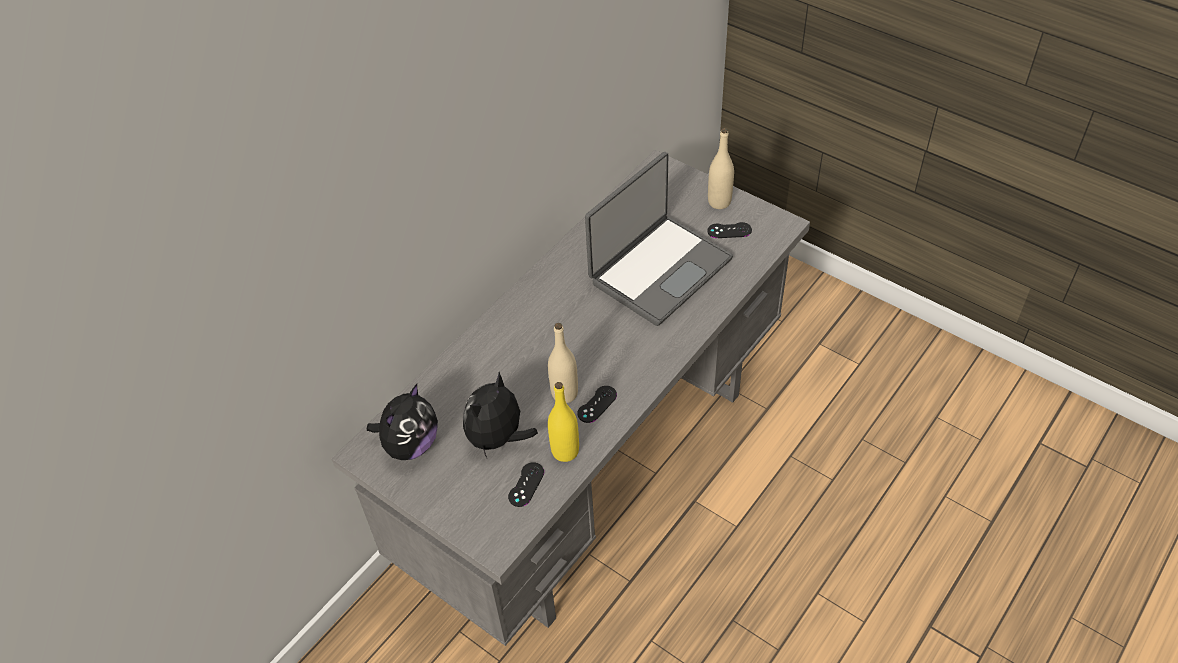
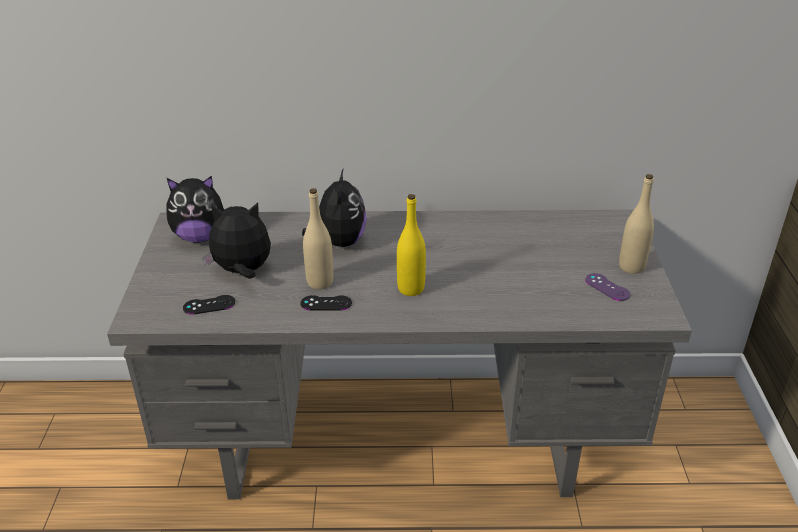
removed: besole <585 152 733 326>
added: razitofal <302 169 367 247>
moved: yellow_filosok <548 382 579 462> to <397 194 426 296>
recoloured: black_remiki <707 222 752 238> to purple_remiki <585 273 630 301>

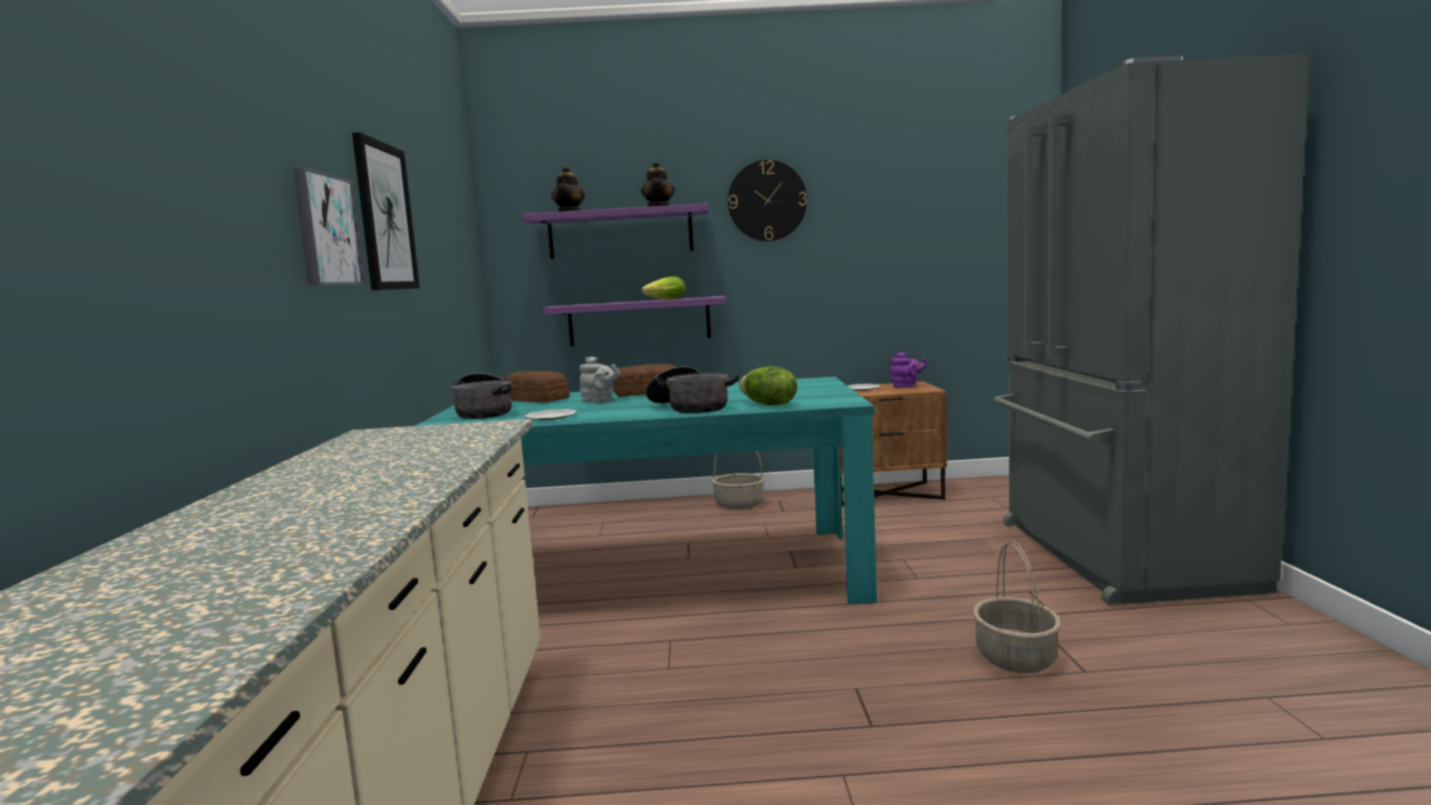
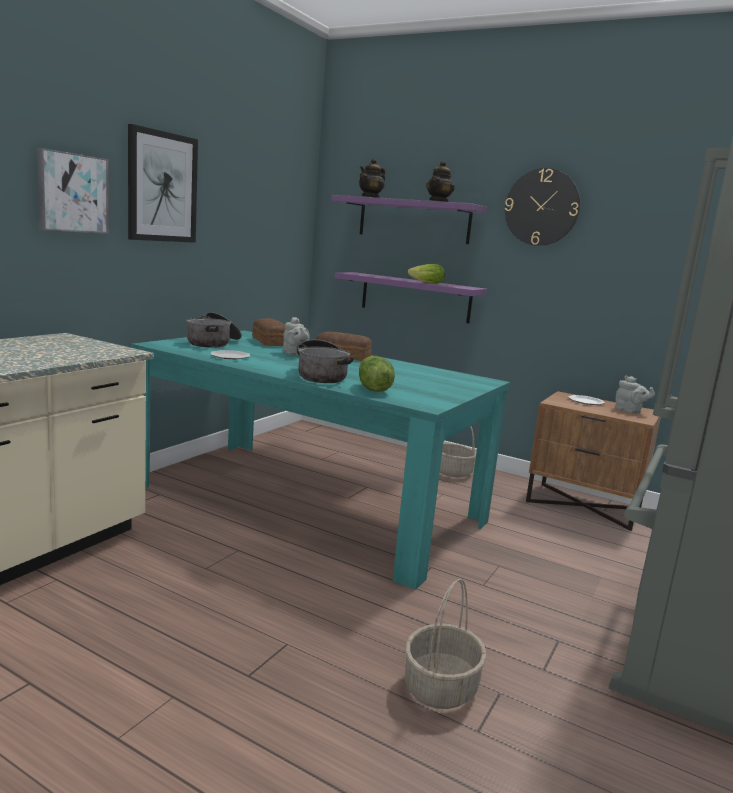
recoloured: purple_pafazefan <889 352 928 387> to grey_pafazefan <615 376 655 413>

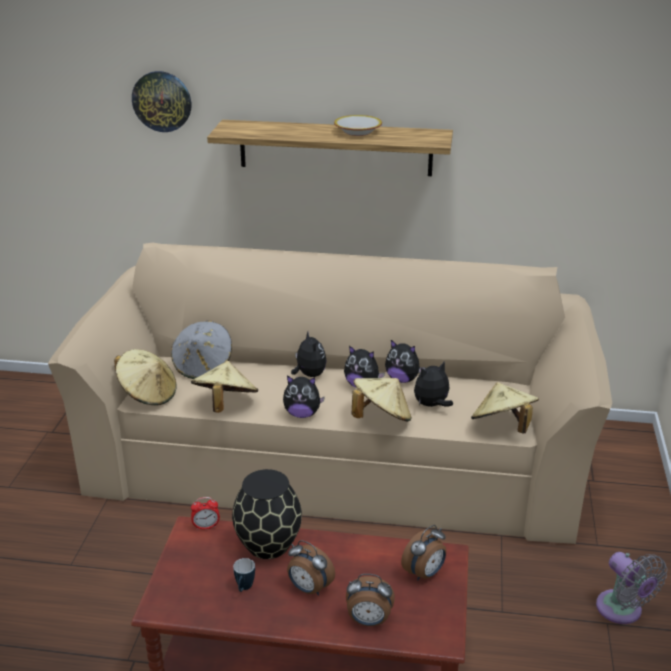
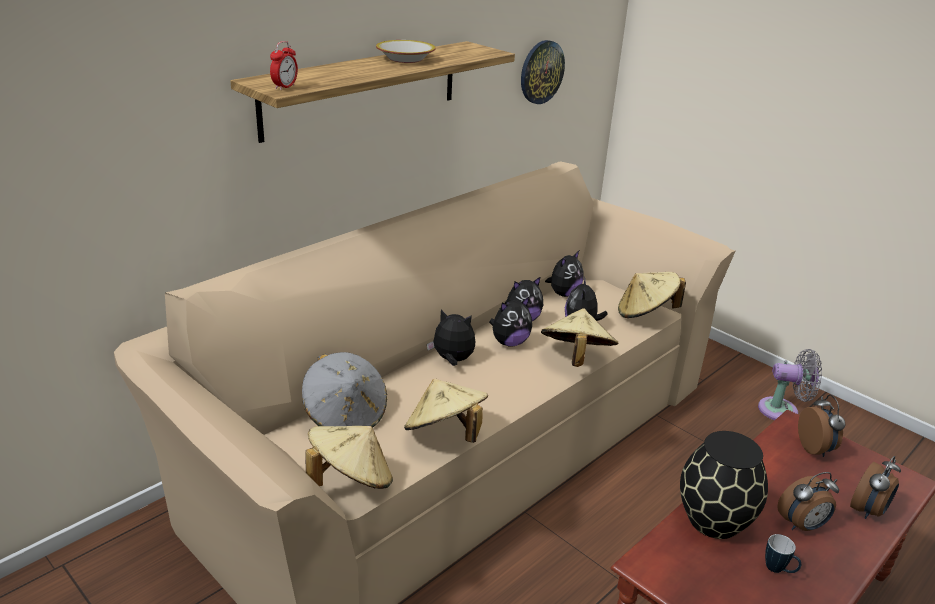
moved: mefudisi <132 71 191 132> to <521 40 565 104>; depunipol <191 497 220 530> to <270 41 298 90>; razitofal <283 376 325 418> to <545 251 584 297>

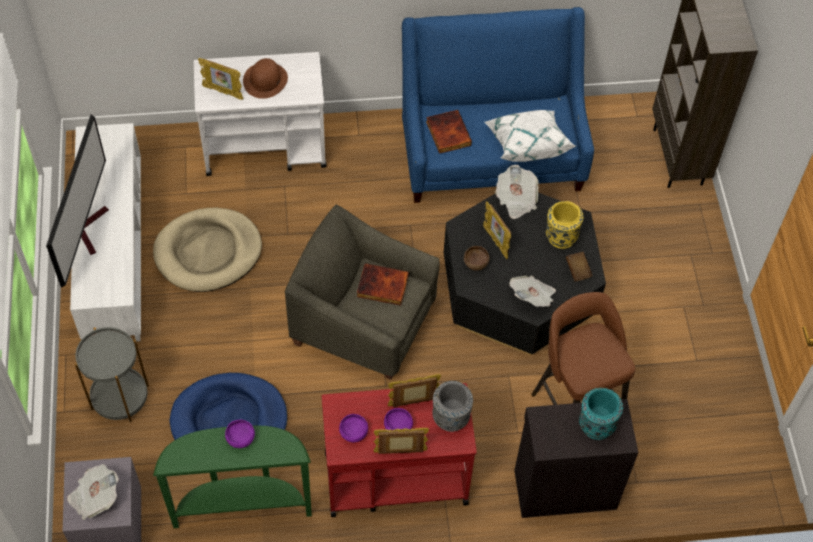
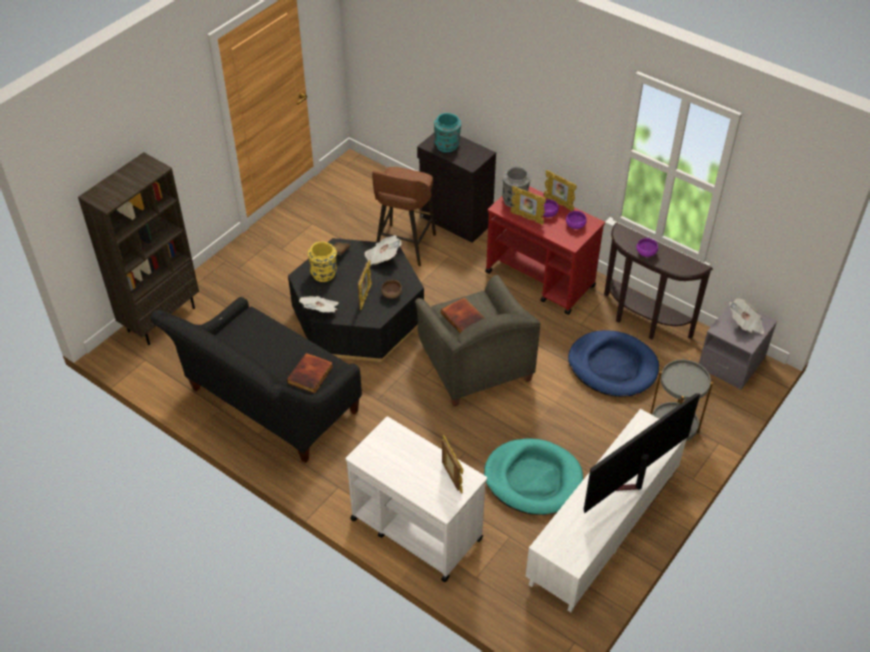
removed: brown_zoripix <243 58 288 99>; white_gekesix <484 110 576 162>
recoloured: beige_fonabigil <153 208 262 292> to turquoise_fonabigil <484 438 583 515>; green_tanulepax <153 425 312 528> to brown_tanulepax <604 223 713 340>; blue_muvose <402 7 594 203> to black_muvose <150 297 362 463>

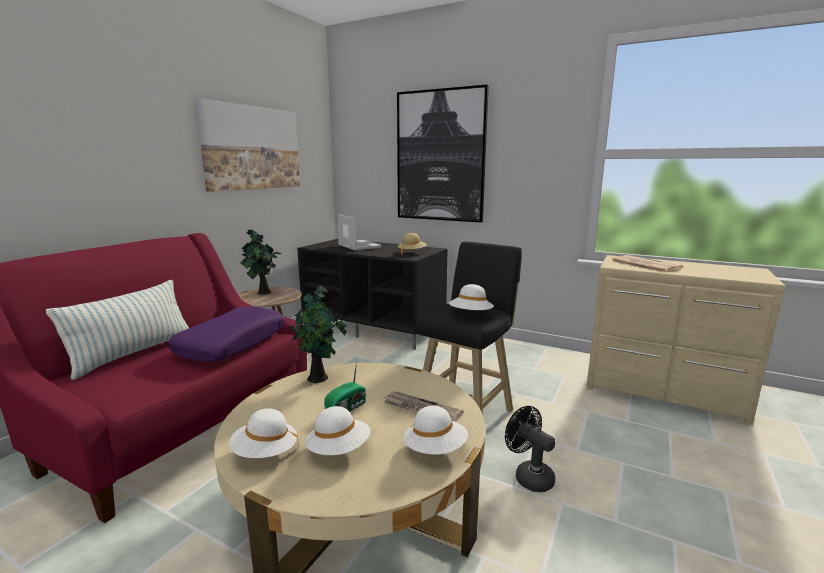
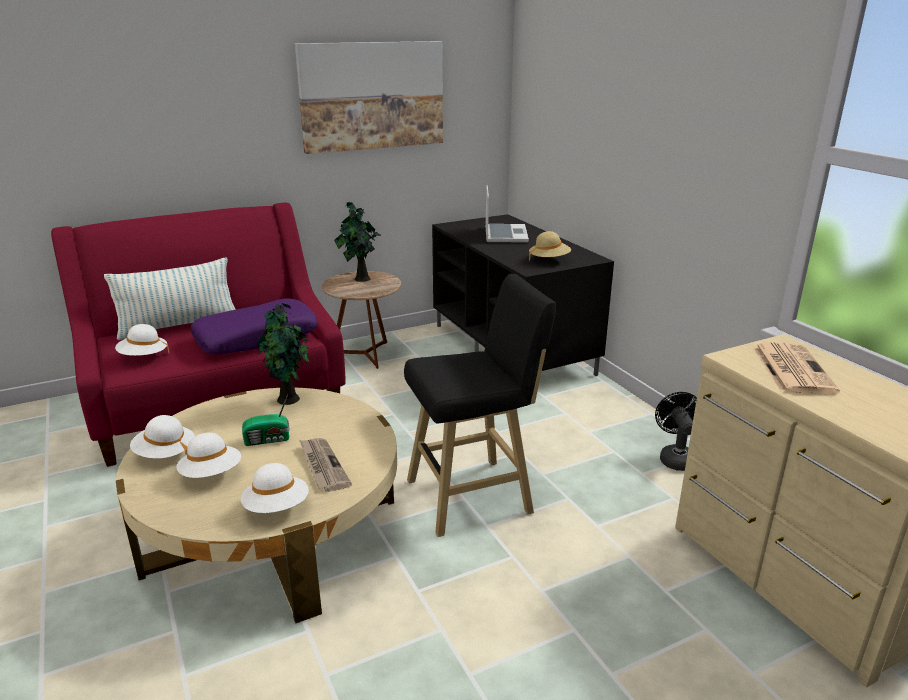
removed: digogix <397 85 489 222>
moved: white_zoripix <449 284 494 310> to <115 324 170 356>; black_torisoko <505 406 555 492> to <655 392 697 471>

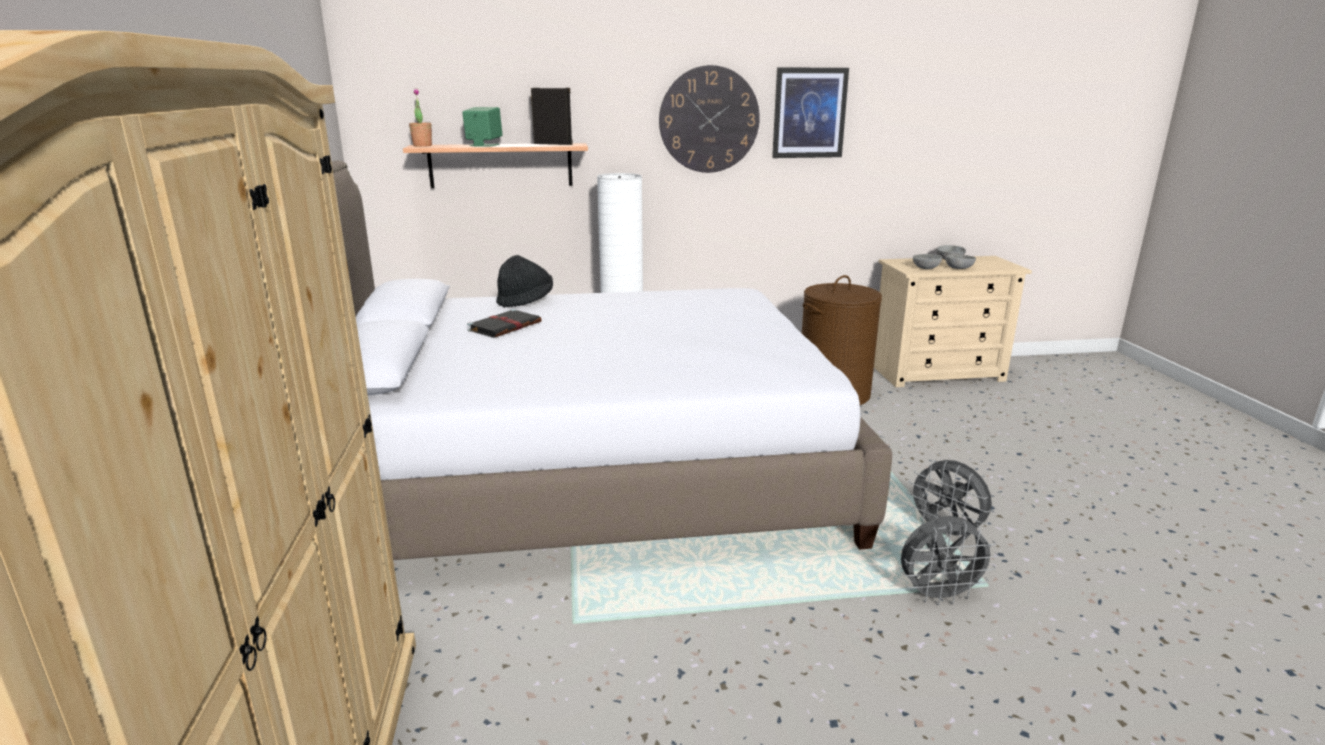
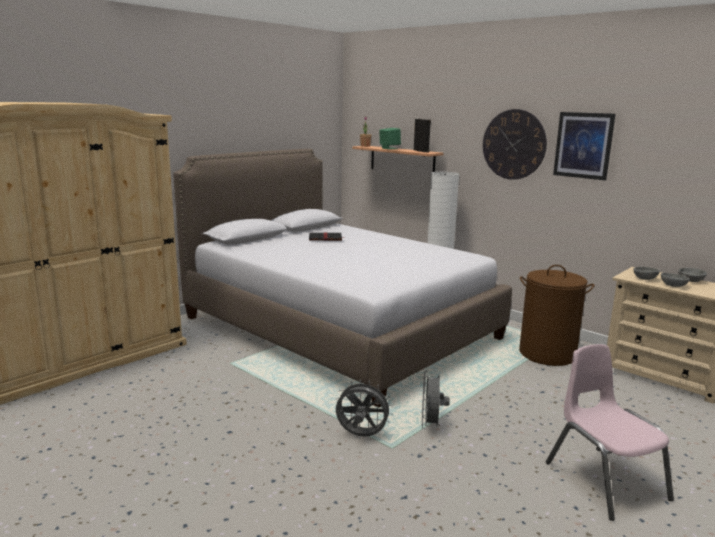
removed: black_zoripix <496 255 553 308>
added: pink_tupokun <546 344 674 521>
turned: grey_torisoko <901 516 998 605> = <335 379 393 437> 150 degrees clockwise

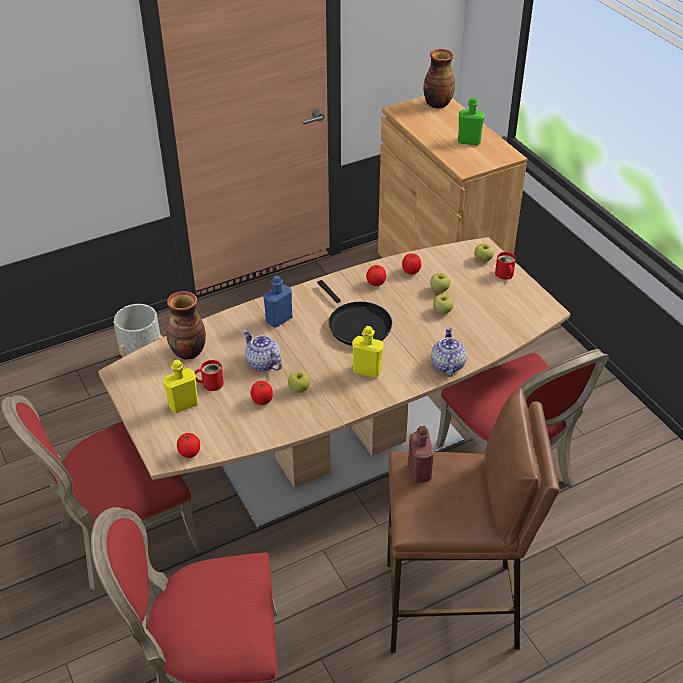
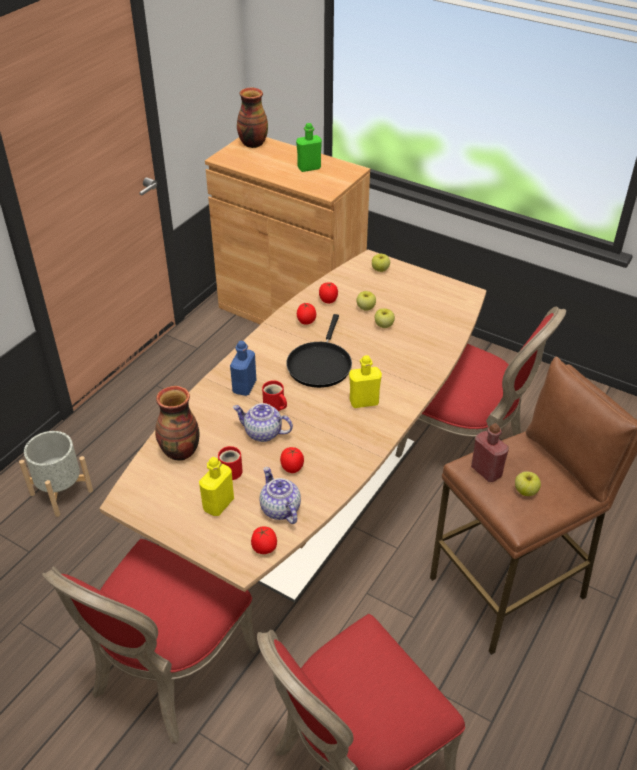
moved: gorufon <288 371 310 393> to <515 471 541 496>; pafazefan <431 327 467 377> to <260 467 301 524>; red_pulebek <495 252 516 280> to <262 380 287 411>
turned: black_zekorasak <317 280 392 346> = <286 314 352 388> 75 degrees clockwise

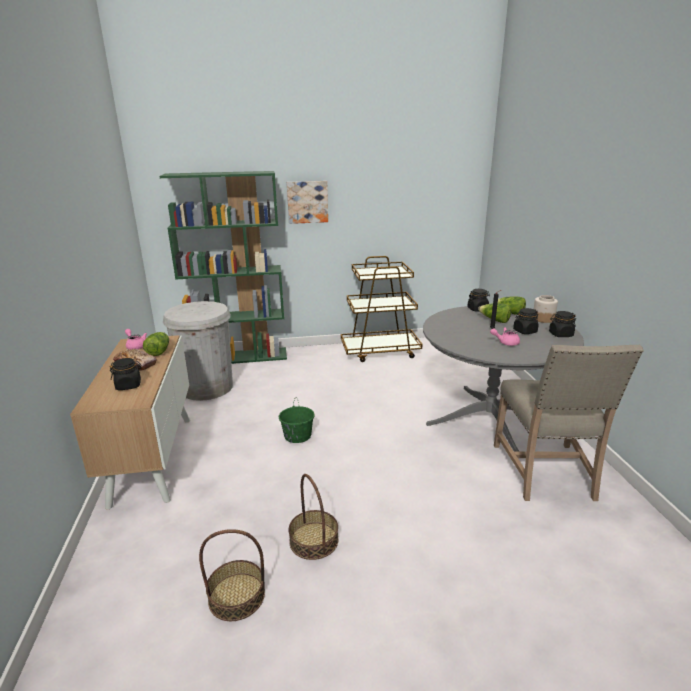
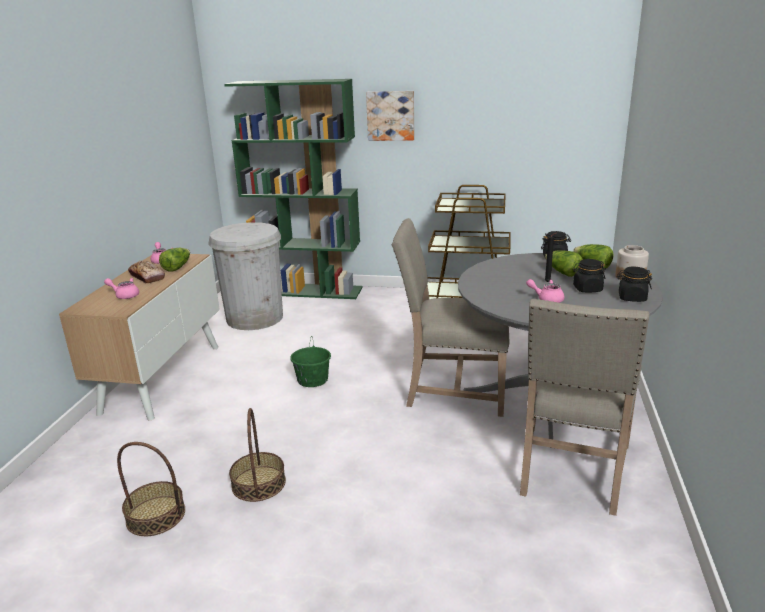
added: beige_tupokun <391 218 510 417>
replaced: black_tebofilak <109 358 142 390> to pink_pafazefan <104 278 139 299>

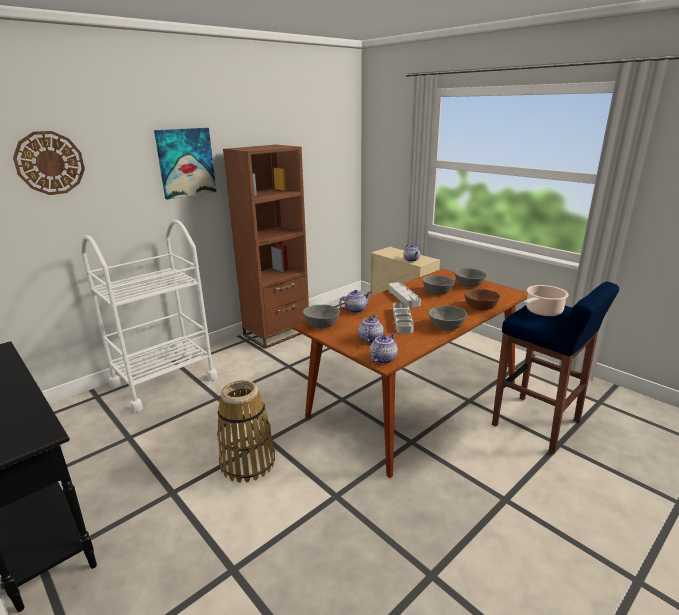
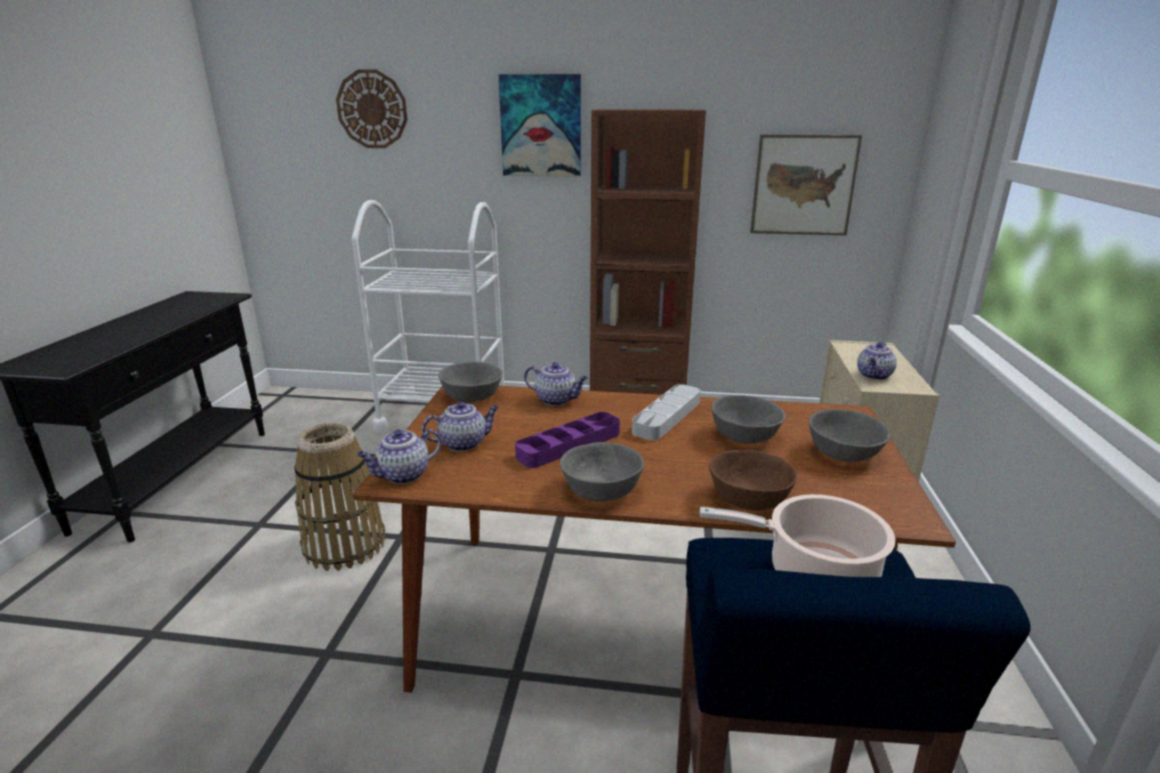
added: digogix <750 134 862 236>
recoloured: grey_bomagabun <393 302 414 333> to purple_bomagabun <515 412 620 468>
turned: pafazefan <370 333 398 364> = <357 429 442 484> 150 degrees clockwise

